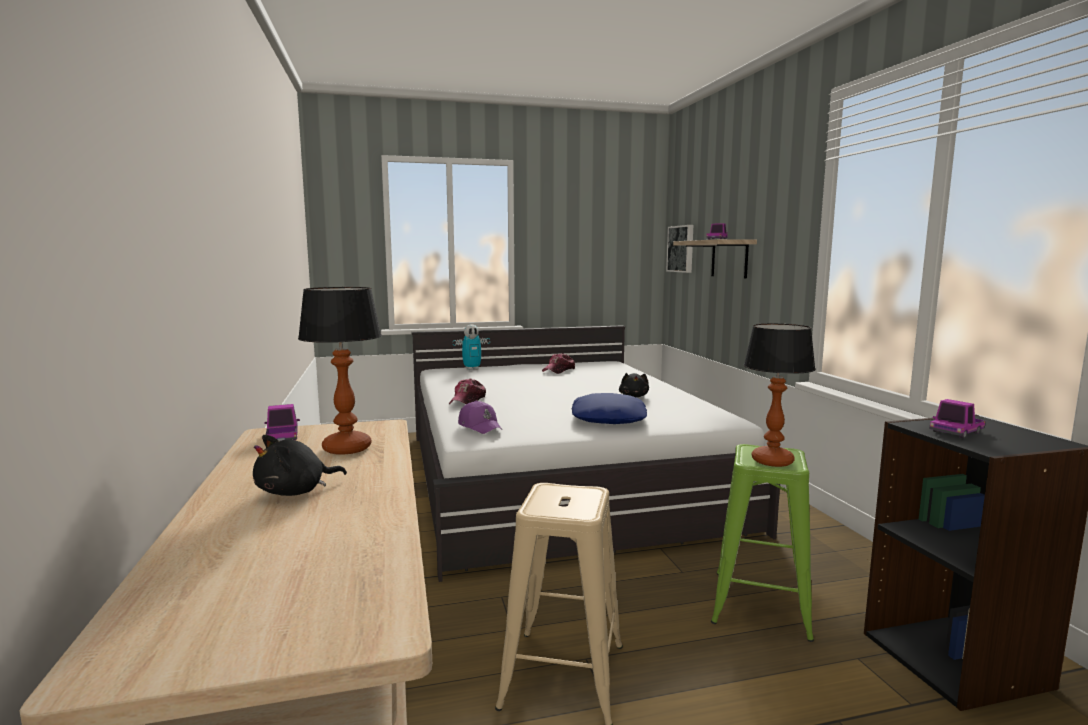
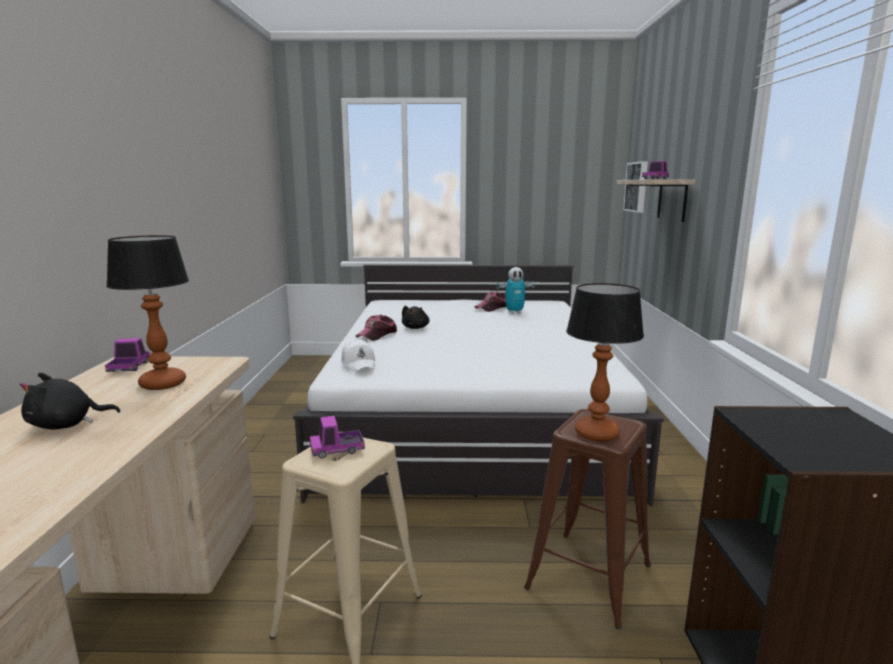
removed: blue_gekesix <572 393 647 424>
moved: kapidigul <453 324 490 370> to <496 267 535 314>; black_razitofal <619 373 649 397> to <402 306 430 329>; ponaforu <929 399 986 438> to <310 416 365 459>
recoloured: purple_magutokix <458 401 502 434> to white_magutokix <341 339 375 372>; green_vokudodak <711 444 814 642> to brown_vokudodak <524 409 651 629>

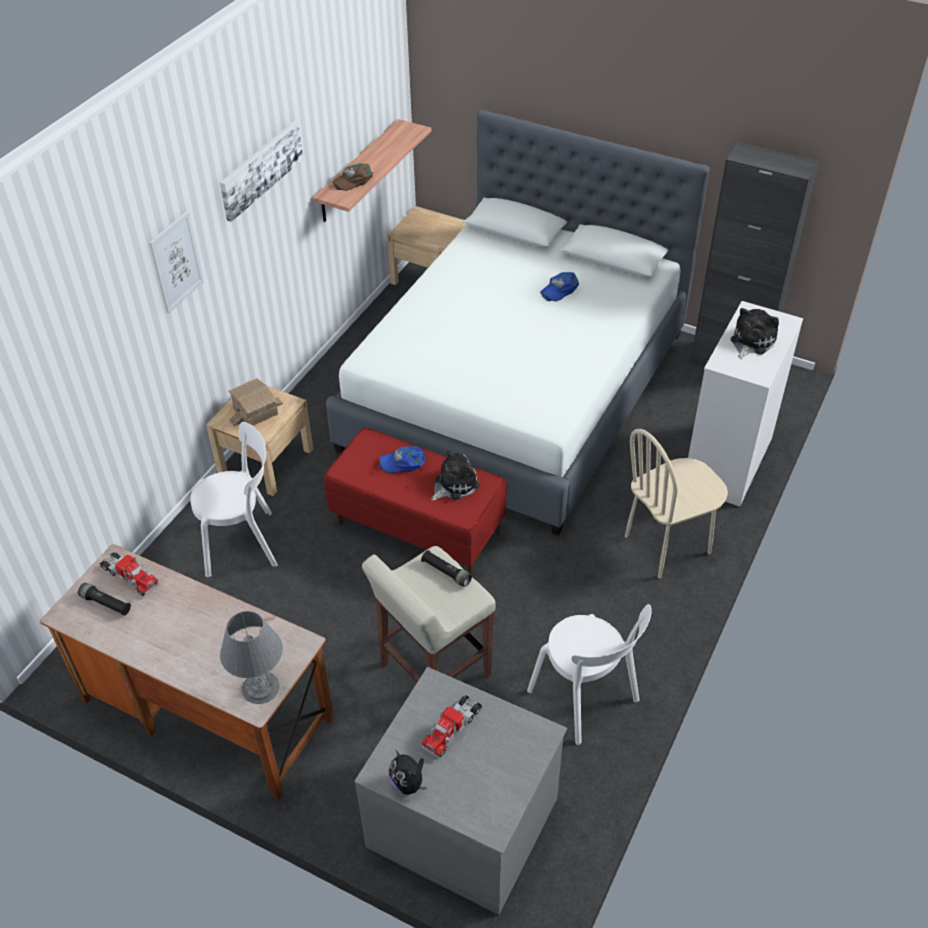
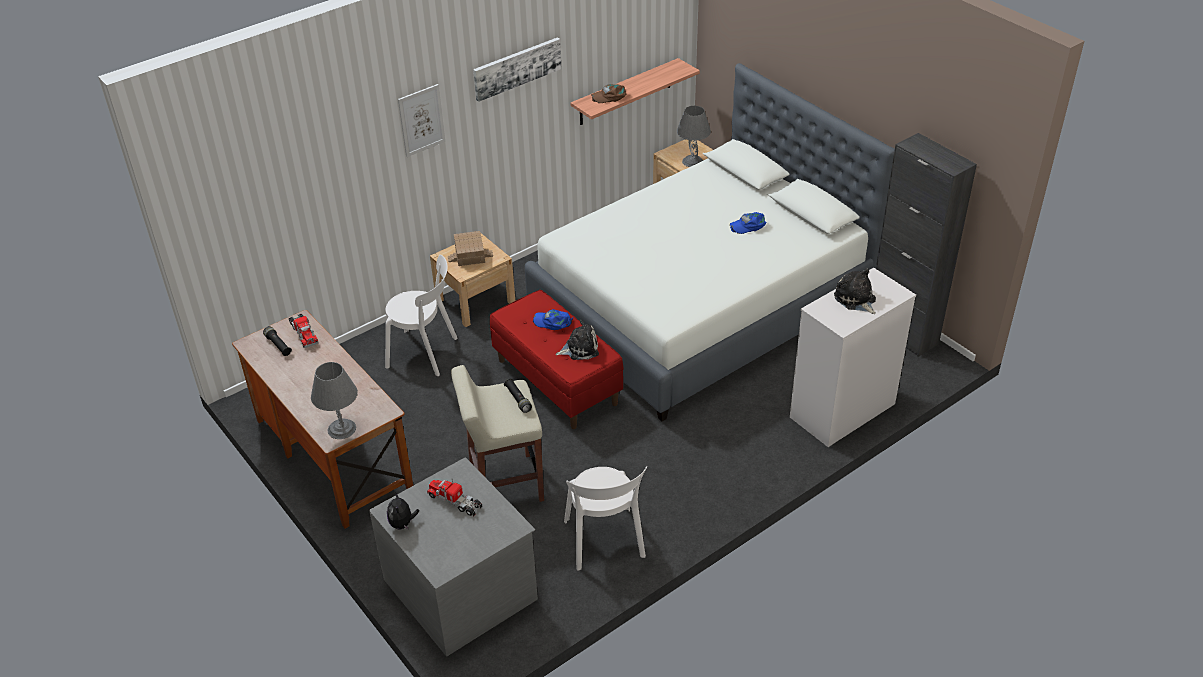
removed: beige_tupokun <625 429 728 579>
added: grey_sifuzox <677 106 711 167>
turned: ponaforu <422 694 482 759> = <427 479 482 517> 60 degrees clockwise; razitofal <731 308 779 359> = <834 268 876 314> 90 degrees counterclockwise

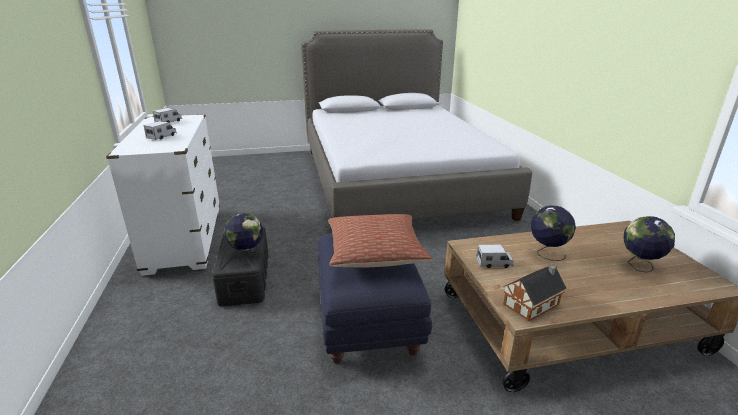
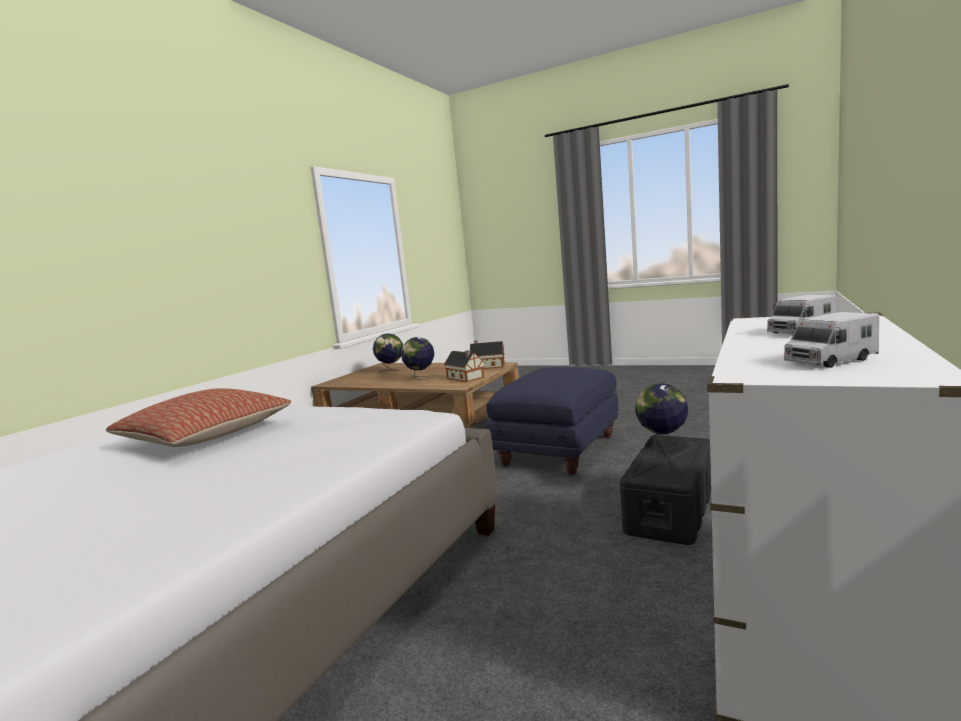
moved: gekesix <328 214 432 267> to <106 388 291 447>
replaced: ponaforu <476 244 514 268> to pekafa <444 350 485 382>

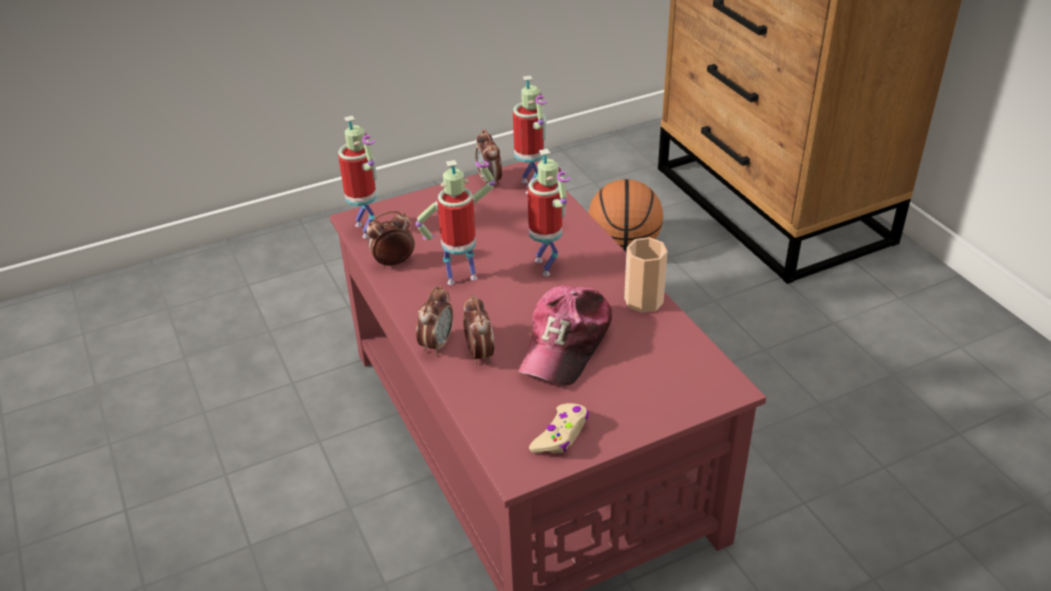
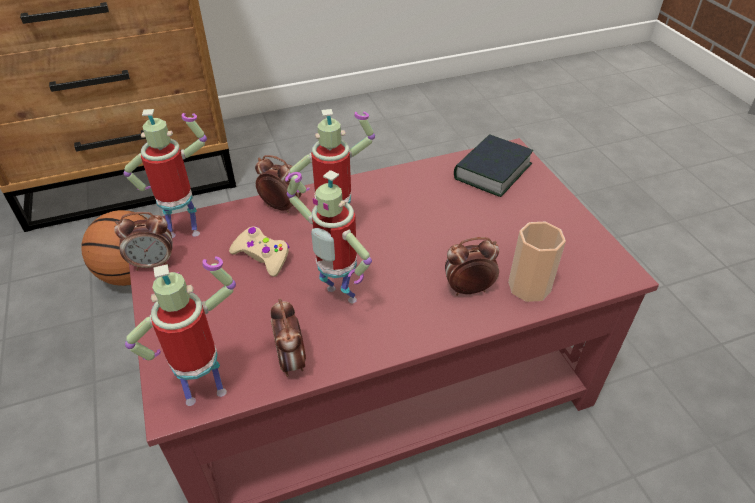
removed: magutokix <519 285 612 385>
added: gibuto <454 134 533 197>
moved: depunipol <416 286 453 356> to <255 155 302 213>; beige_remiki <529 403 589 453> to <229 226 290 277>; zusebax <624 237 668 313> to <508 222 566 302>
turned: kapidigul <415 160 495 285> = <285 170 372 303> 45 degrees counterclockwise

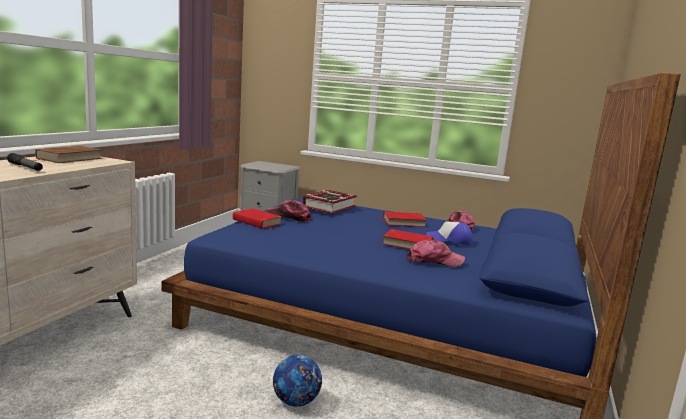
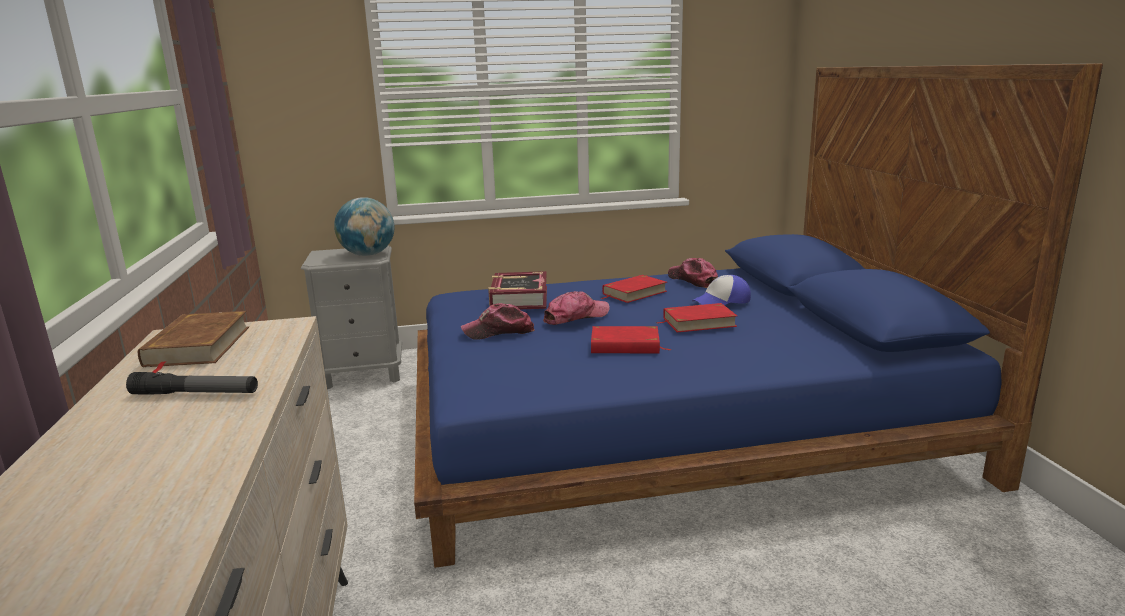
removed: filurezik <273 355 322 407>
added: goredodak <334 197 395 256>
moved: red_gibuto <233 208 282 229> to <591 326 671 353>; magutokix <406 239 465 267> to <543 291 610 325>

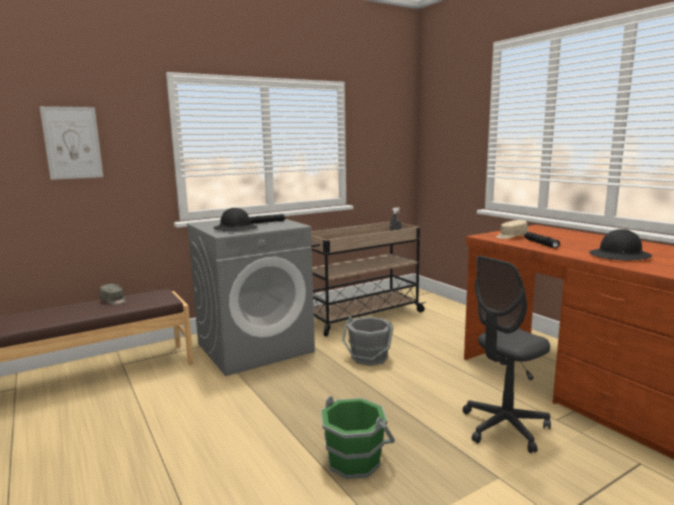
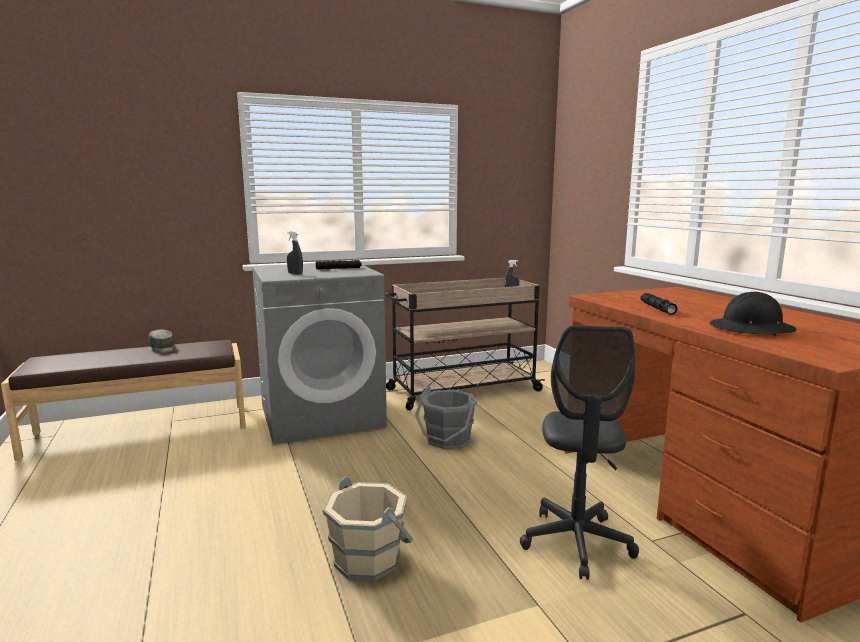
removed: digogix <40 106 103 180>; beige_magutokix <496 220 528 239>
replaced: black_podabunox <214 208 258 232> to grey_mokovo <287 232 303 275>
recoloured: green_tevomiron <321 396 395 479> to beige_tevomiron <323 476 413 581>
turned: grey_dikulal <463 256 551 453> = <520 325 639 580> 60 degrees counterclockwise

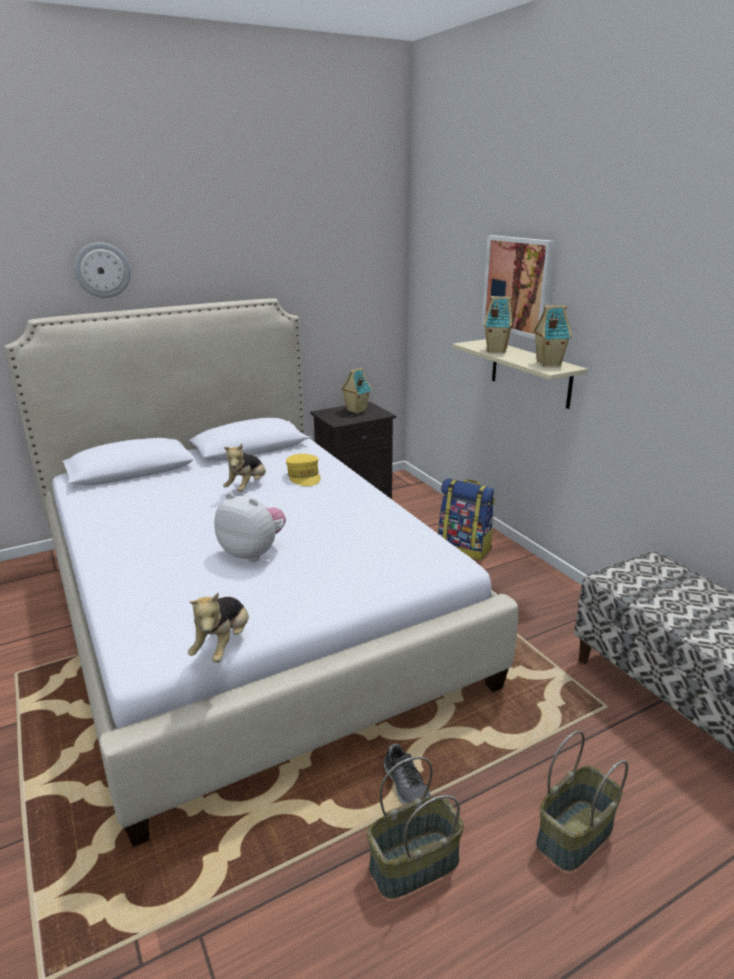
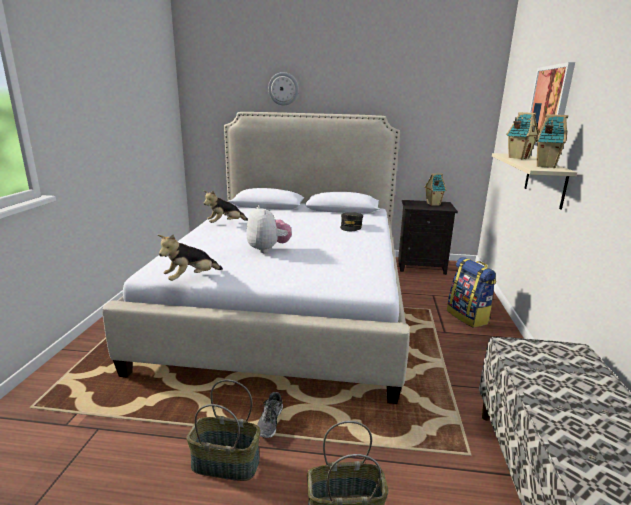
moved: razitofal <223 444 266 492> to <204 190 248 223>
recoloured: yellow_magutokix <286 454 320 486> to grey_magutokix <340 212 363 231>

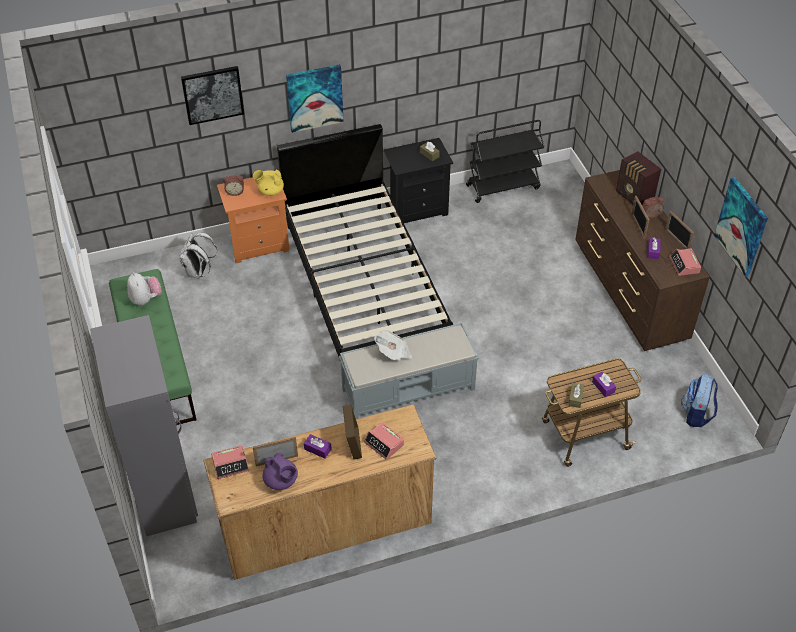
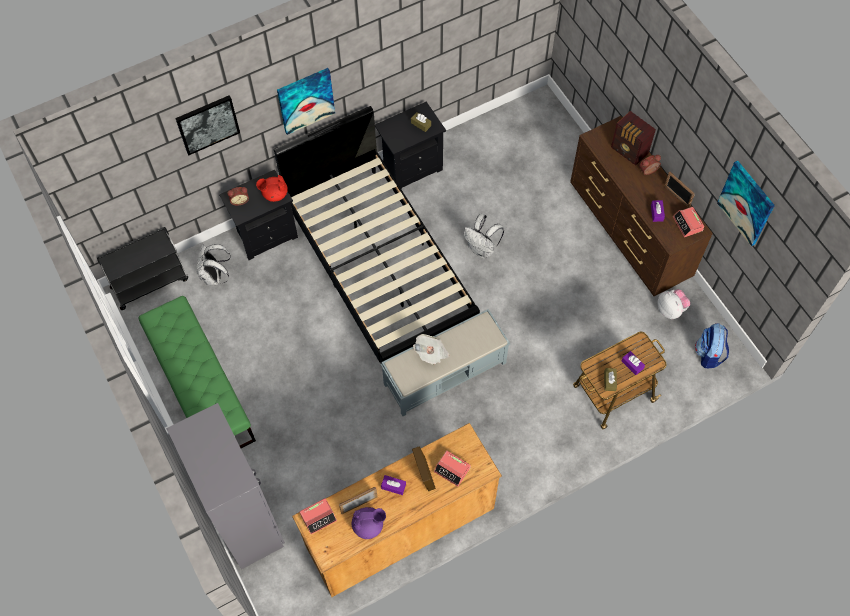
removed: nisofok <631 196 650 239>
added: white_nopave <464 214 504 259>
moved: razitofal <127 272 162 305> to <657 289 690 319>; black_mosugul <466 120 544 203> to <97 227 188 310>
recoloured: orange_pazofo <217 175 290 263> to black_pazofo <219 170 298 260>; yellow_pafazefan <253 170 284 196> to red_pafazefan <256 175 288 202>
turned: purple_pafazefan <262 453 298 490> = <352 507 386 539> 45 degrees counterclockwise

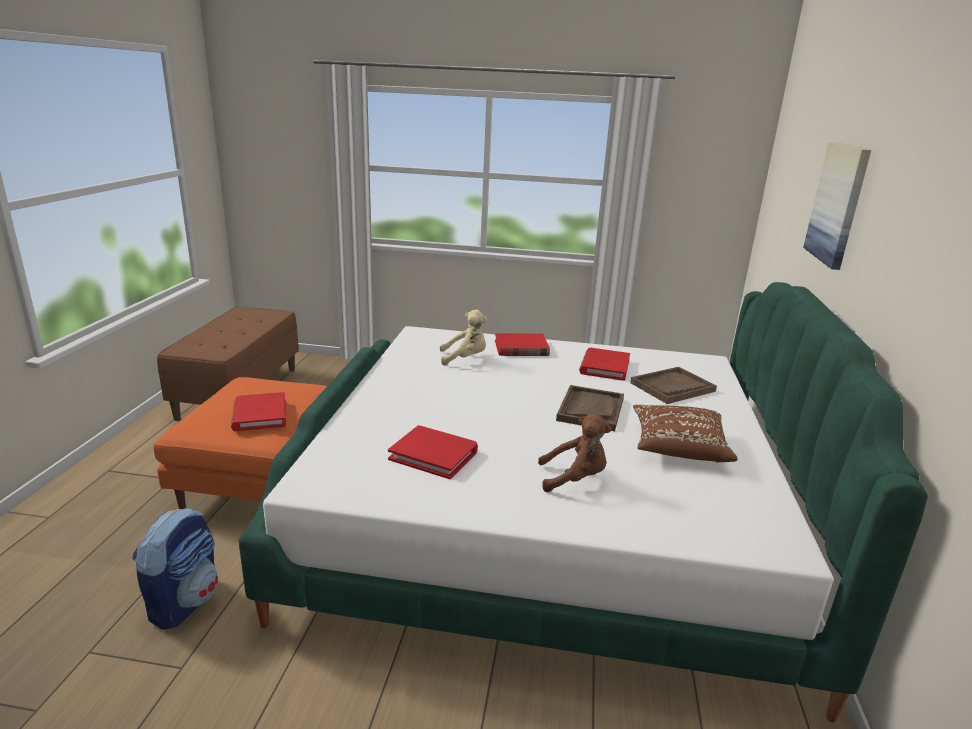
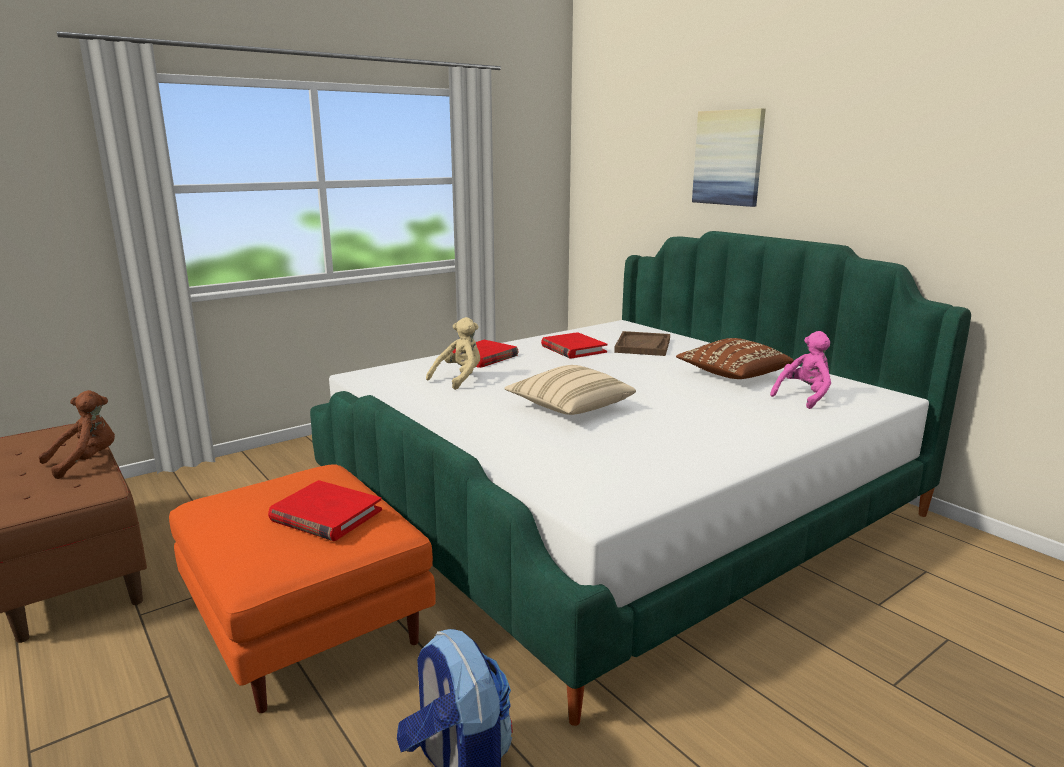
removed: red_gibuto <388 425 478 479>; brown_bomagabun <556 385 624 431>
added: beige_gekesix <504 365 636 415>; pink_razitofal <770 331 831 409>
moved: brown_razitofal <538 414 611 492> to <39 390 115 479>

